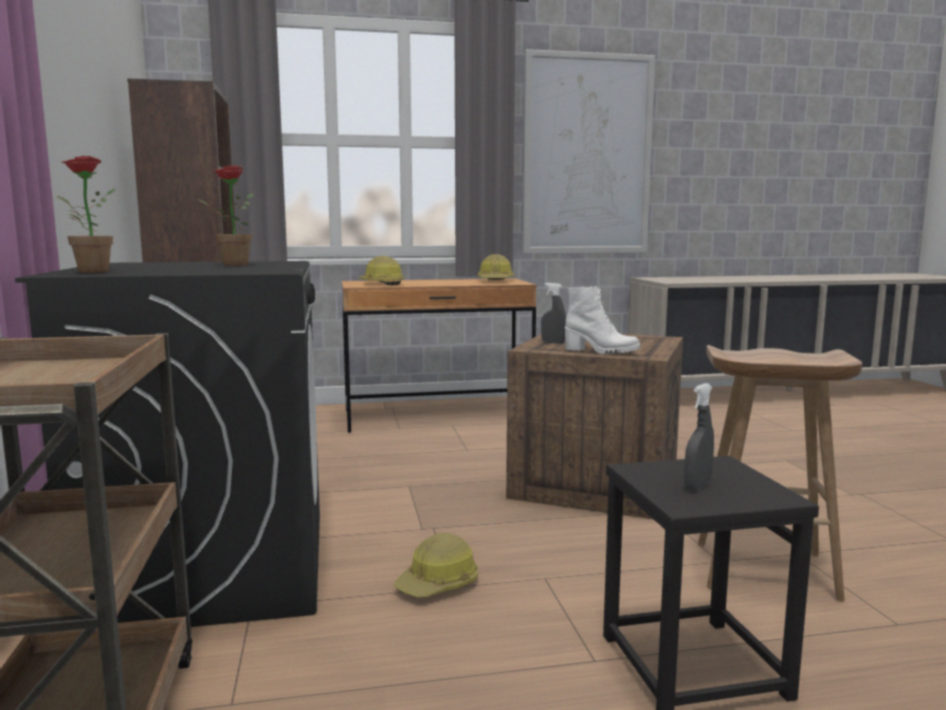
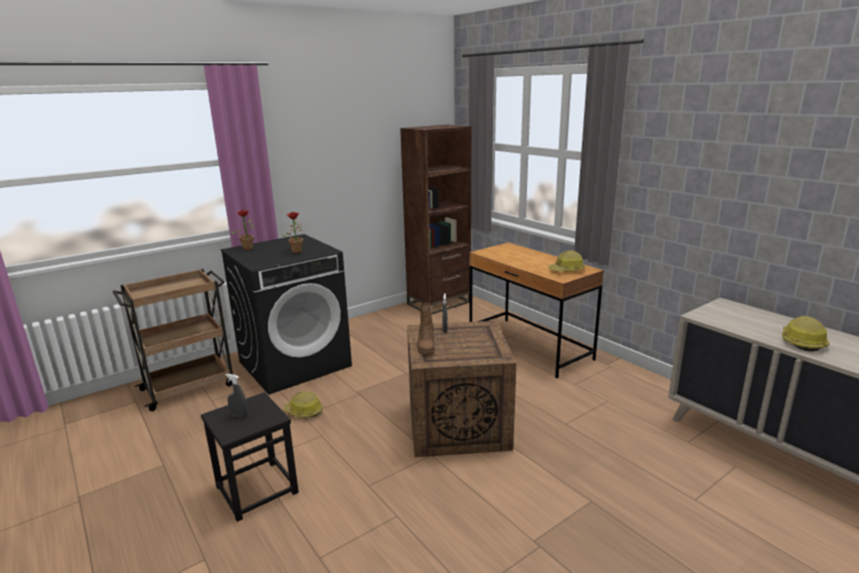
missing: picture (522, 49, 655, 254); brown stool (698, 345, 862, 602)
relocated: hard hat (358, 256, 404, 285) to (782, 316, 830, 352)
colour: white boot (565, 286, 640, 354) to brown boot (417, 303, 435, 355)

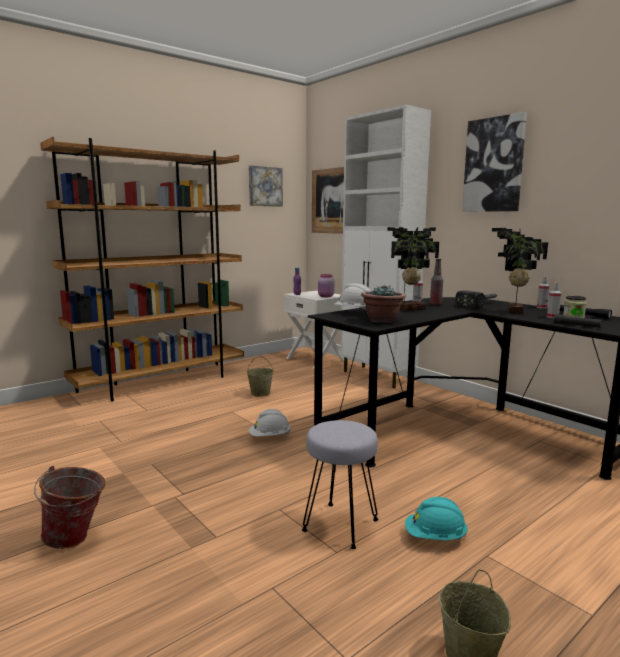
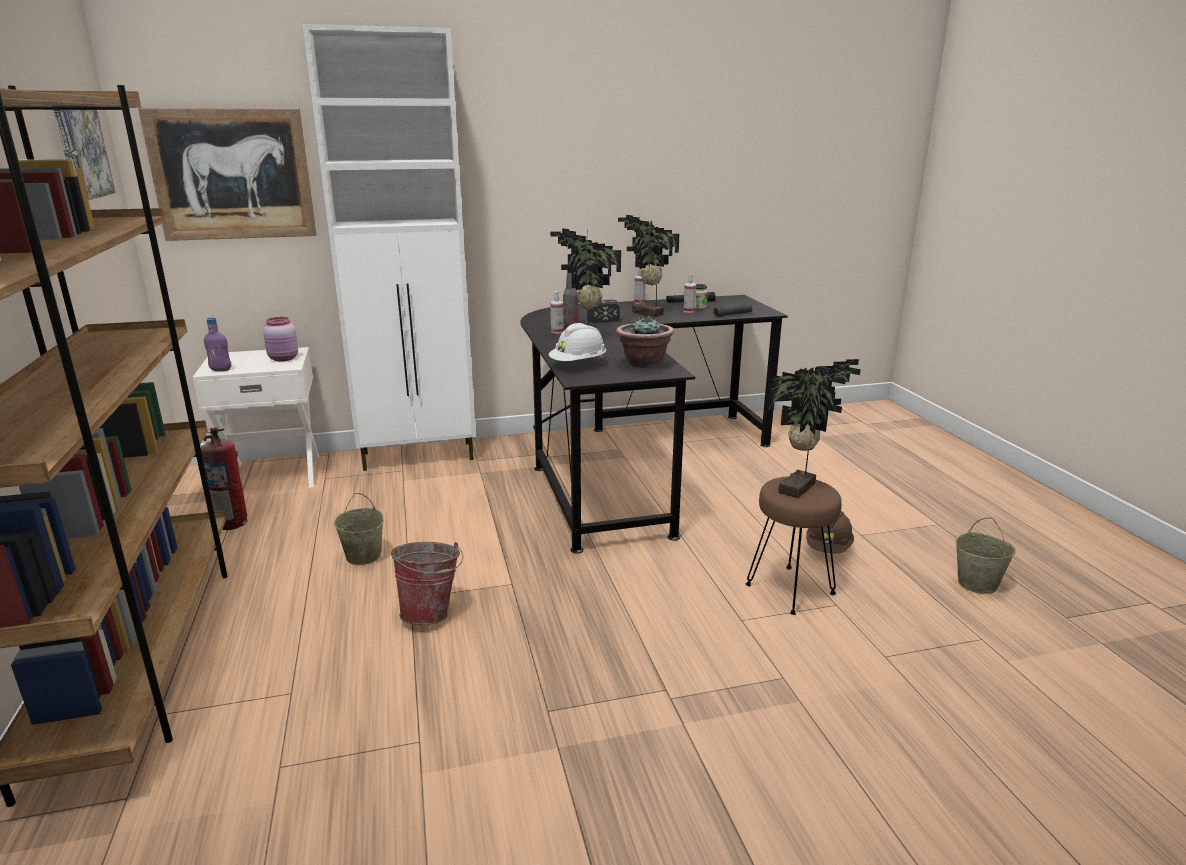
missing: white hard hat (249, 409, 291, 437); picture (462, 112, 527, 212)
appeared: fire extinguisher (201, 427, 247, 530); potted plant (768, 359, 861, 498)
relocated: bucket (34, 466, 106, 549) to (391, 542, 463, 625)
colour: grey stool (302, 420, 378, 549) to brown stool (746, 476, 842, 615); turquoise hard hat (405, 497, 468, 540) to brown hard hat (806, 511, 854, 554)

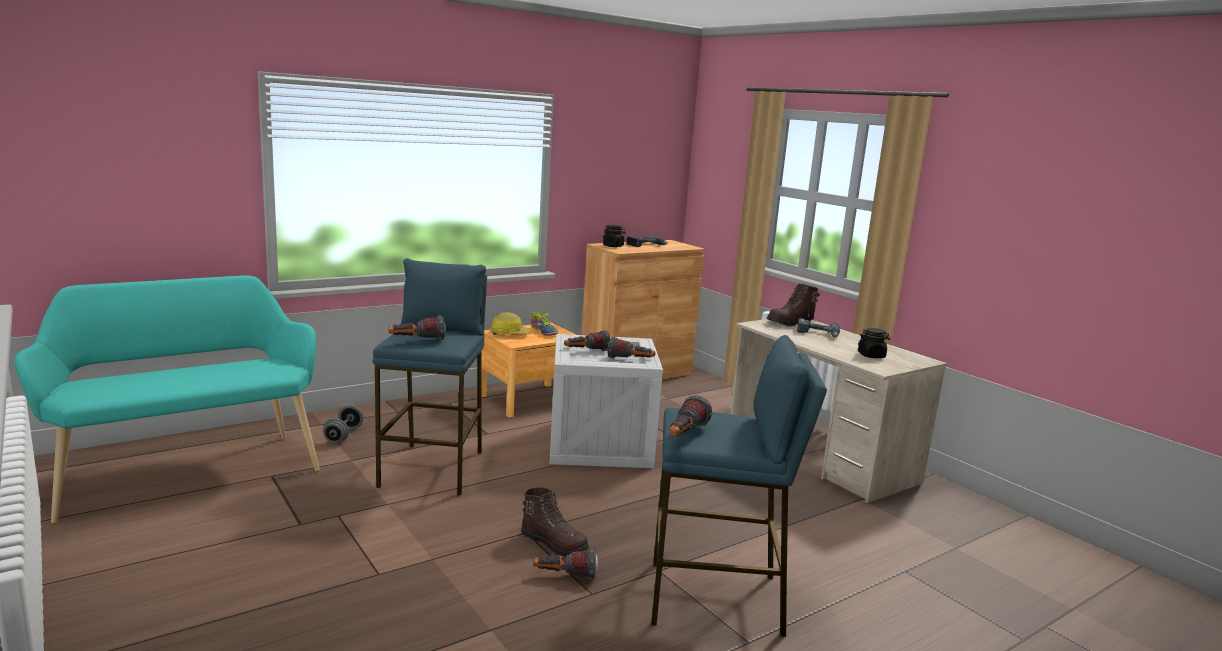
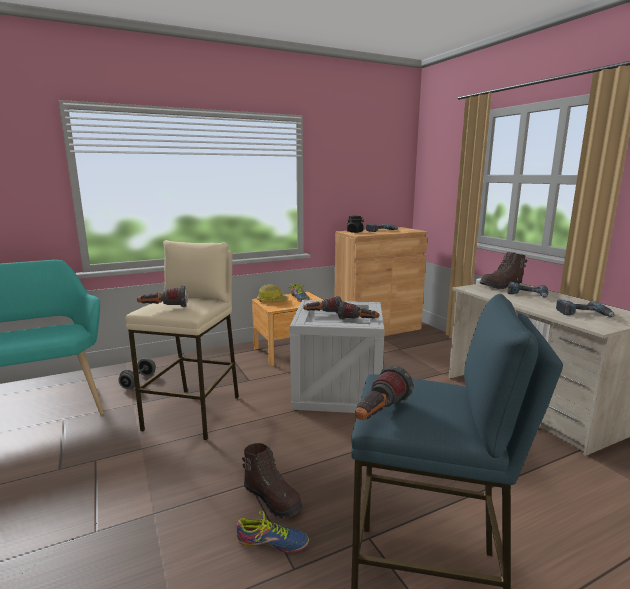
exchanged: flashlight (533, 549, 598, 580) to shoe (236, 510, 309, 553); black jar (858, 328, 890, 358) to power drill (556, 300, 615, 317)
colour: blue stool (373, 258, 487, 496) to beige stool (126, 240, 239, 441)

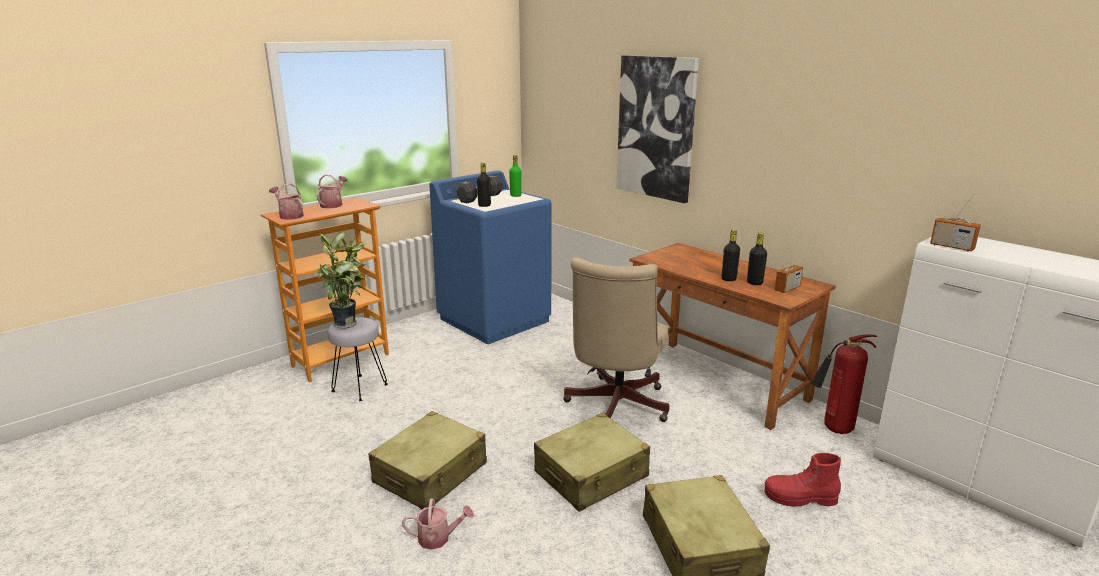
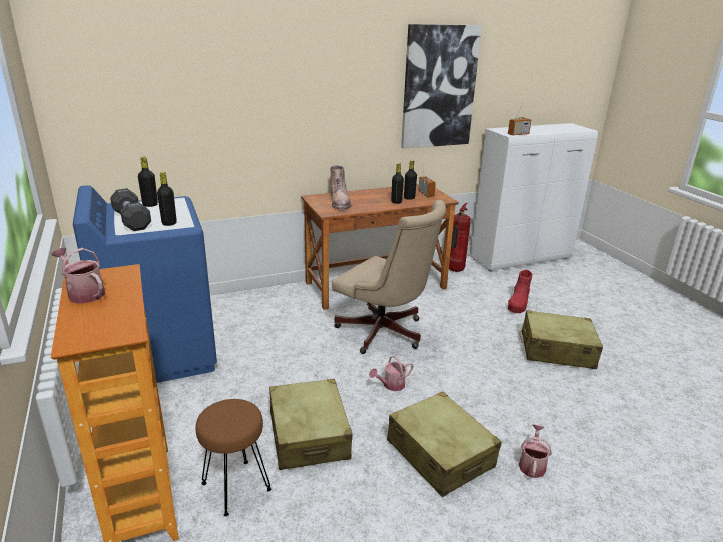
missing: potted plant (317, 232, 366, 329)
appeared: brown boot (331, 165, 351, 209)
relocated: beige suitcase (534, 413, 650, 512) to (269, 379, 352, 470); watering can (269, 183, 304, 220) to (369, 356, 413, 391); picture (616, 55, 699, 203) to (401, 24, 482, 149)
colour: green bottle (509, 155, 522, 197) to black bottle (138, 157, 158, 207); grey stool (328, 317, 388, 401) to brown stool (196, 399, 271, 516)

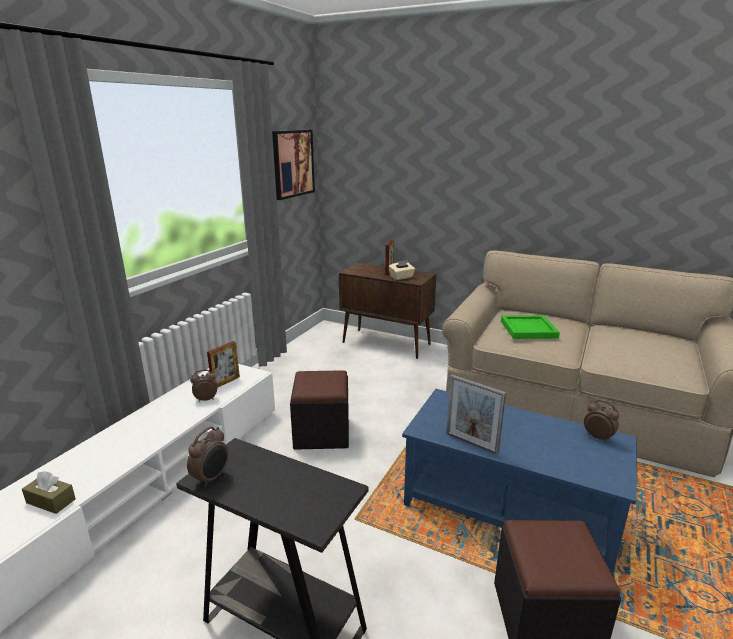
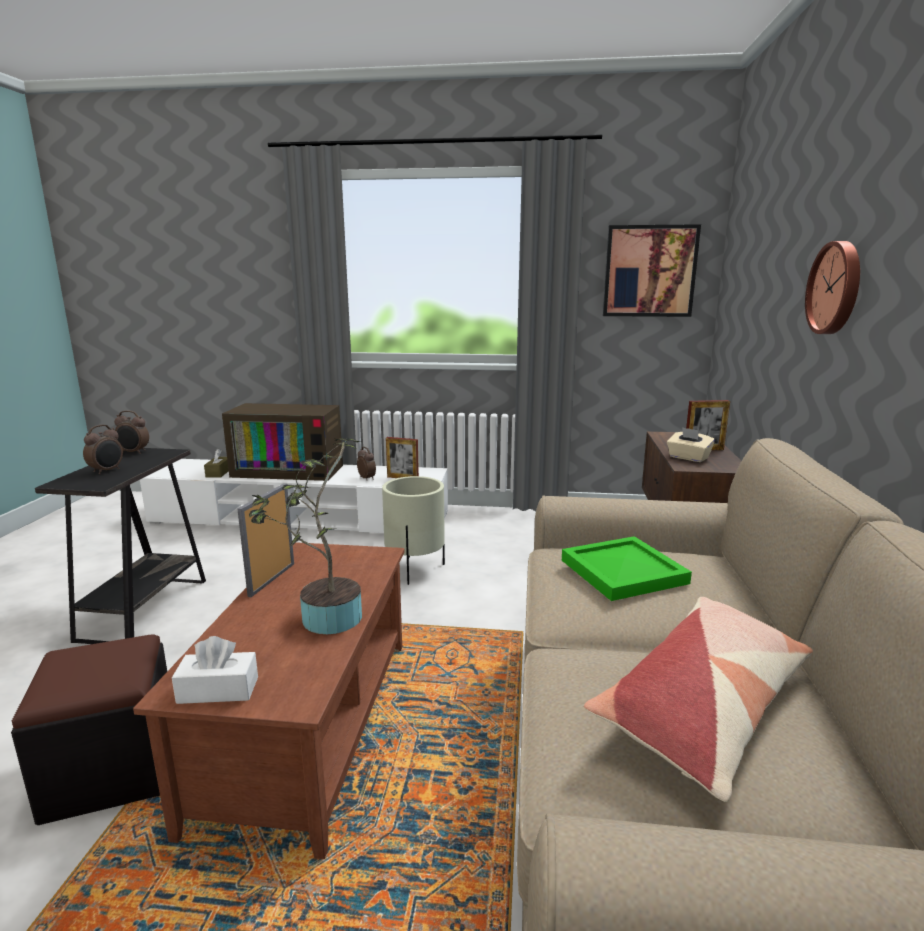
appeared: white tissue box (172, 636, 258, 704); television (222, 403, 343, 481); potted plant (249, 438, 362, 634); pillow (584, 597, 813, 802); wall clock (805, 241, 860, 334)
relocated: alarm clock (584, 400, 619, 443) to (83, 425, 123, 475)
exchanged: black ottoman (290, 370, 349, 450) to beige planter (382, 476, 445, 585)
colour: blue coffee table (402, 389, 637, 575) to brown coffee table (133, 542, 405, 859)

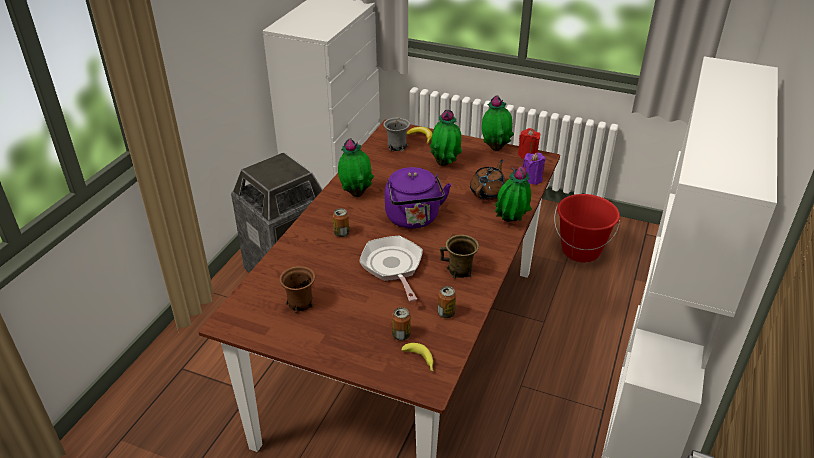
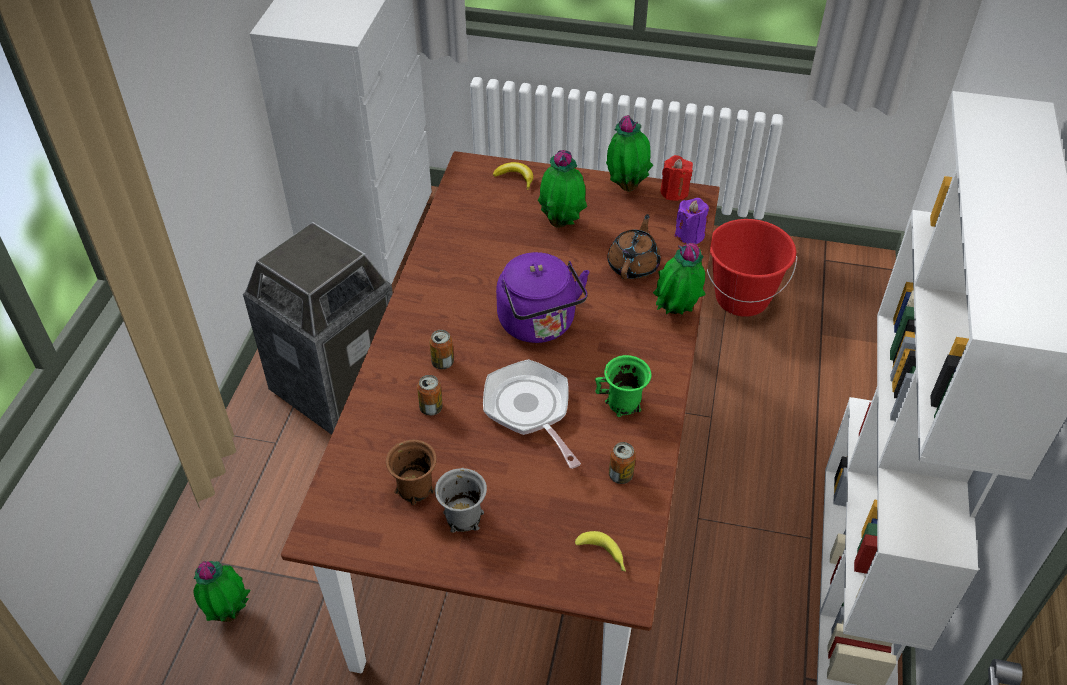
relocated: potted plant (338, 138, 374, 197) to (193, 560, 250, 622); can (392, 307, 411, 341) to (417, 375, 443, 416); grey mug (383, 118, 410, 151) to (435, 468, 487, 533)
colour: brown mug (440, 235, 479, 278) to green mug (595, 355, 651, 417)

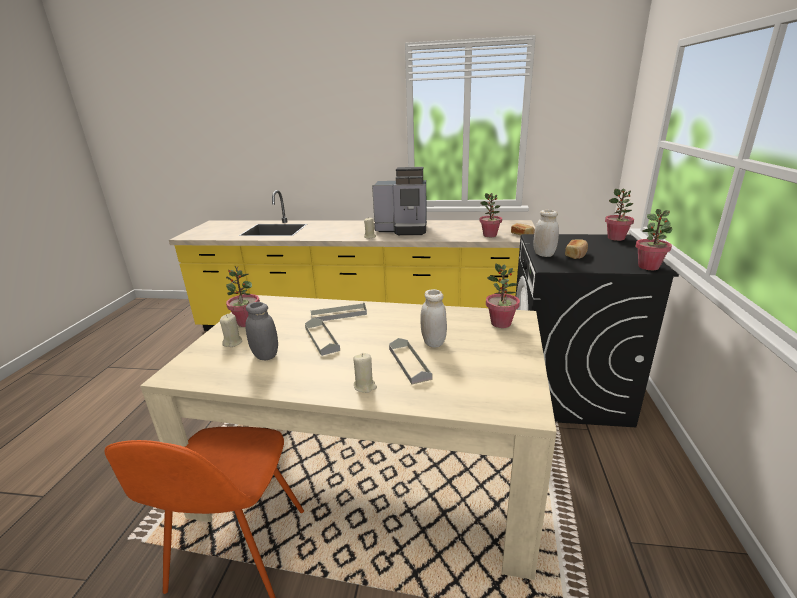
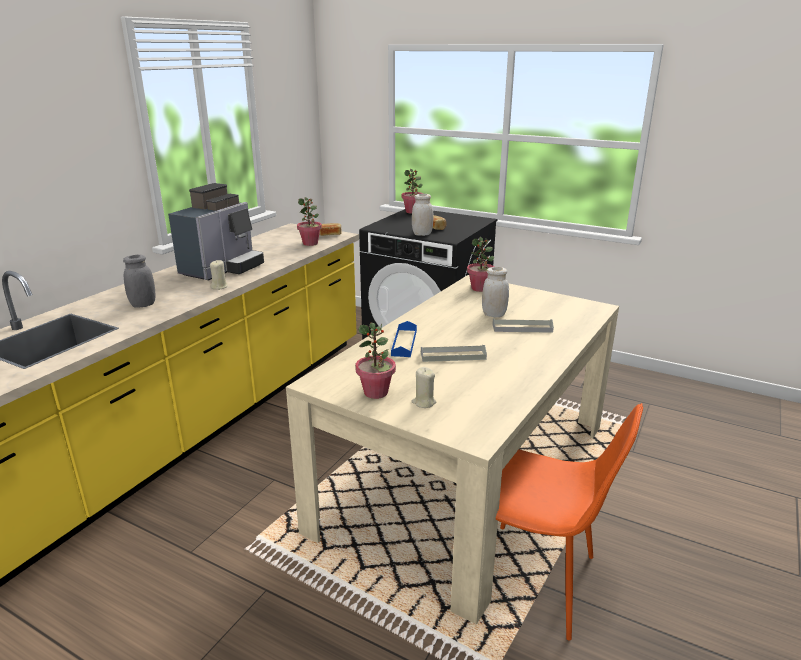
missing: beige candle (353, 353, 377, 393); potted plant (635, 209, 672, 270)
relocated: grey jar (245, 302, 278, 360) to (123, 254, 156, 308)
colour: grey tray (311, 303, 367, 321) to blue tray (391, 321, 417, 357)

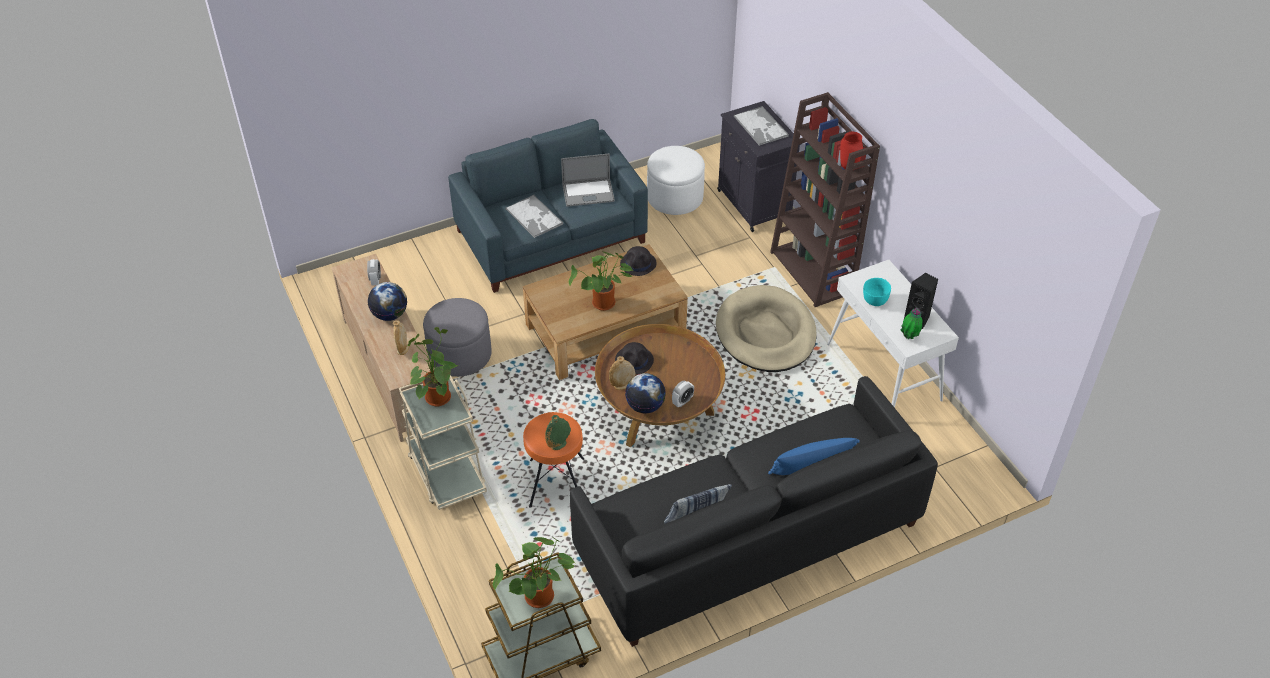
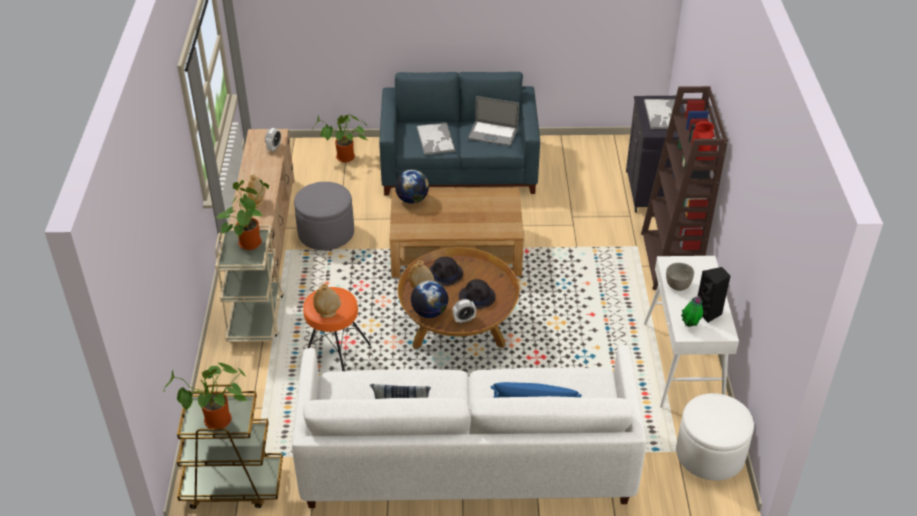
missing: beige dog bed (716, 285, 817, 372)
relocated: potted plant (569, 252, 634, 311) to (313, 114, 367, 163); globe (368, 282, 407, 321) to (395, 170, 429, 204); black hat (620, 246, 657, 276) to (459, 279, 496, 309); white ottoman (647, 146, 705, 215) to (676, 393, 754, 481)
colour: black sofa (570, 376, 938, 647) to white sofa (292, 345, 646, 508); green vase (545, 415, 571, 450) to beige vase (313, 284, 341, 318); turquoise bowl (863, 278, 891, 306) to grey bowl (666, 263, 694, 291)

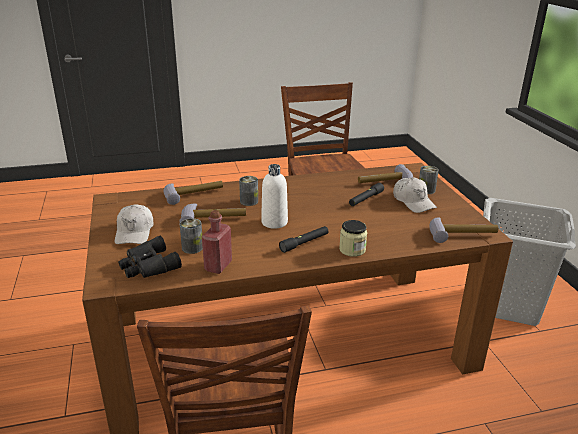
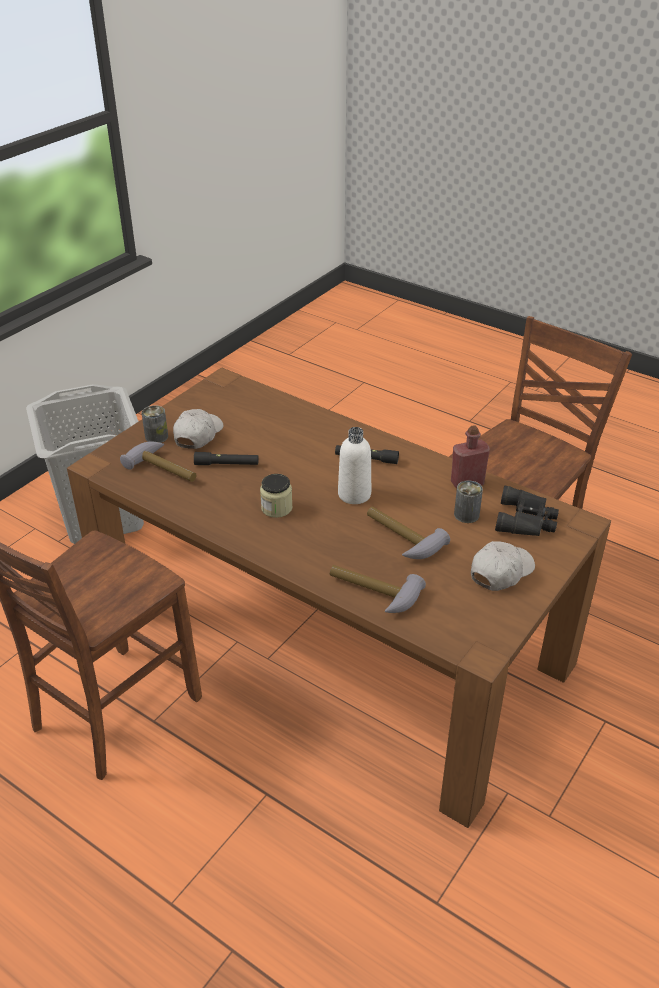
missing: can (239, 176, 258, 206); hammer (429, 217, 498, 243)
relocated: jar (339, 220, 367, 257) to (260, 474, 293, 518)

